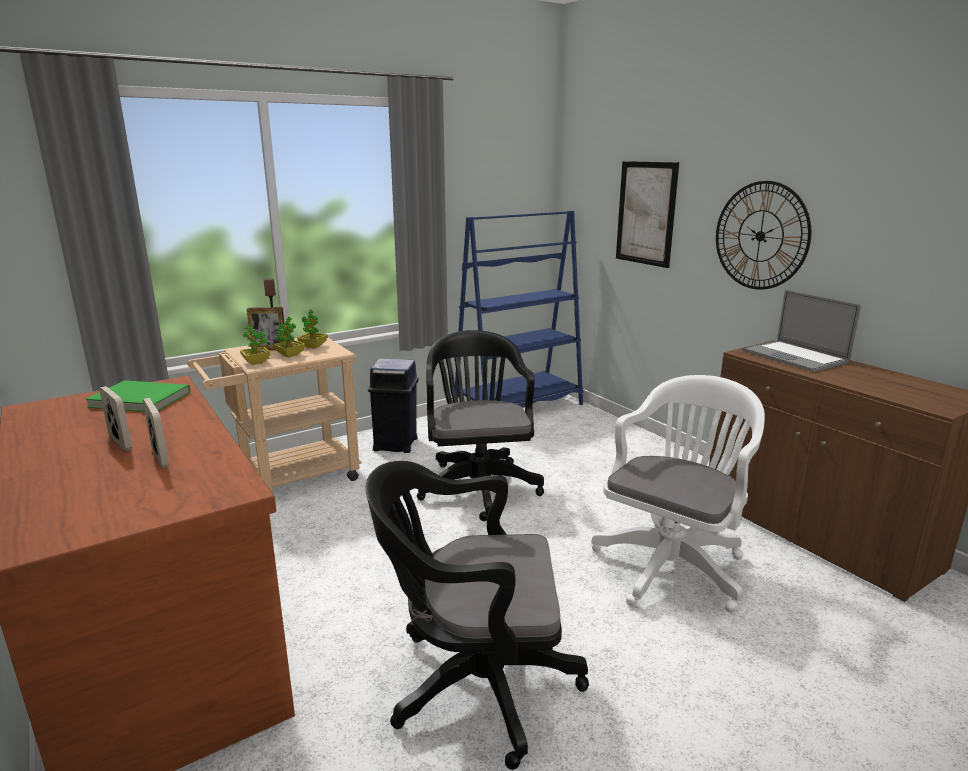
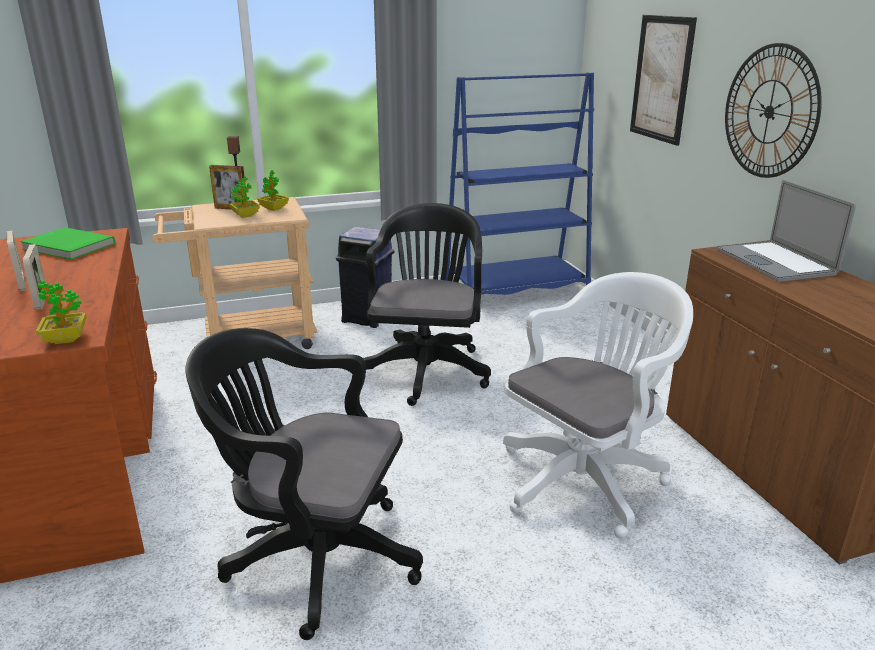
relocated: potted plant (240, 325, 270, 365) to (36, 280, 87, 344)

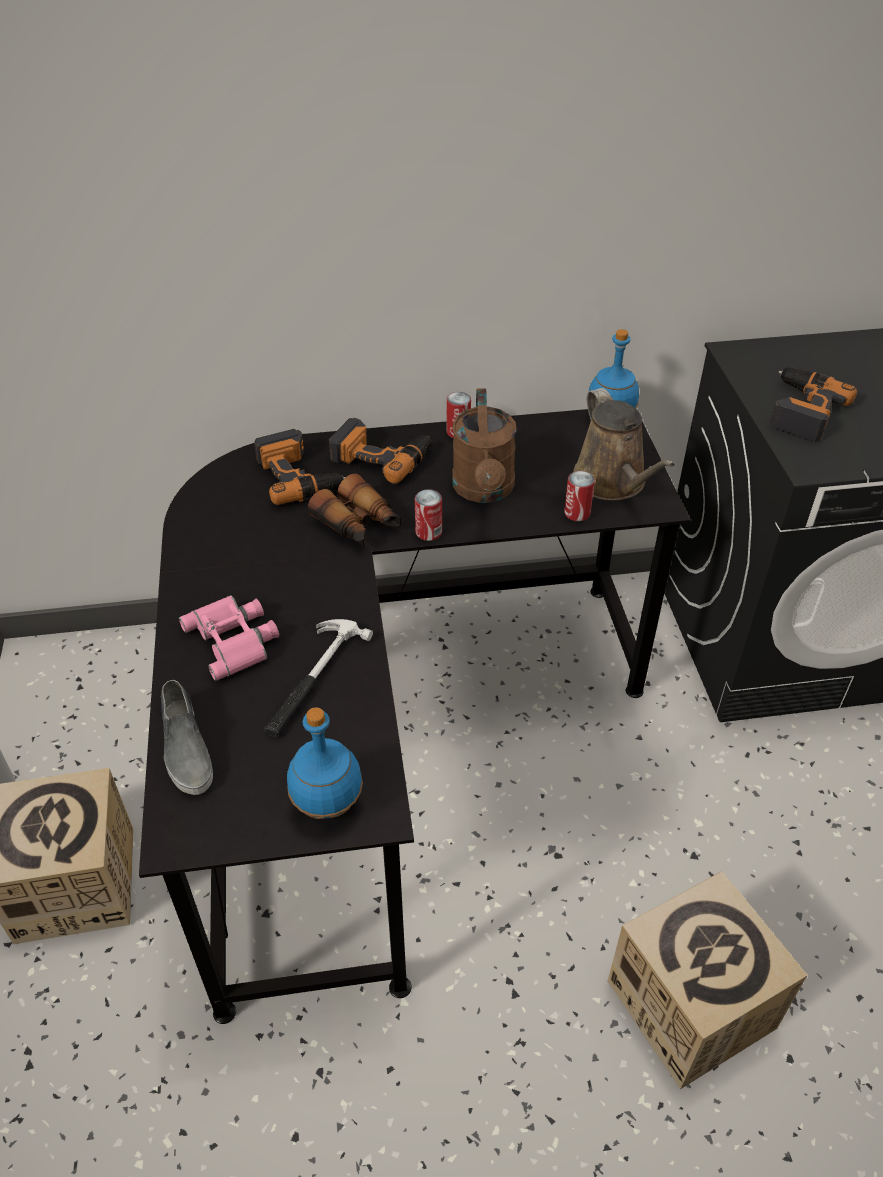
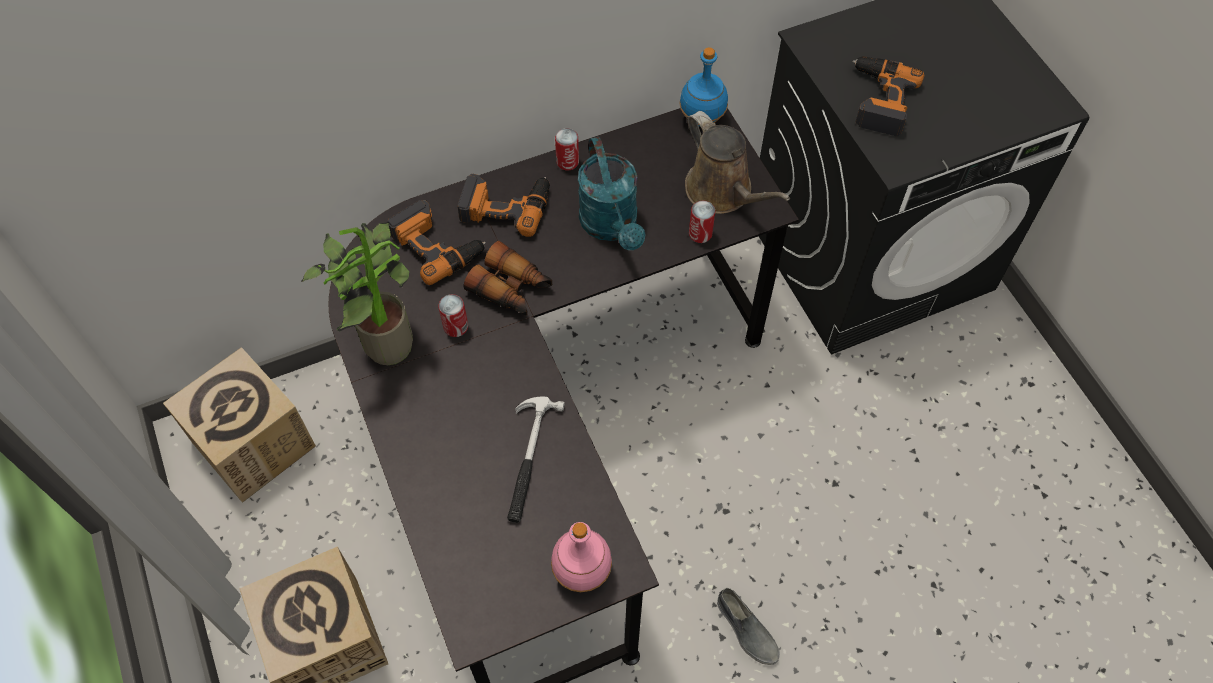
missing: pink binoculars (179, 595, 279, 681)
appeared: potted plant (301, 222, 413, 365)
relocated: cardboard box (608, 871, 808, 1089) to (163, 347, 316, 503); can (415, 489, 442, 541) to (438, 294, 468, 337); grey shoe (161, 680, 213, 795) to (717, 588, 780, 665)
colour: blue bottle (287, 707, 363, 819) to pink bottle (551, 522, 612, 592); brown watering can (452, 388, 517, 503) to turquoise watering can (578, 137, 645, 250)

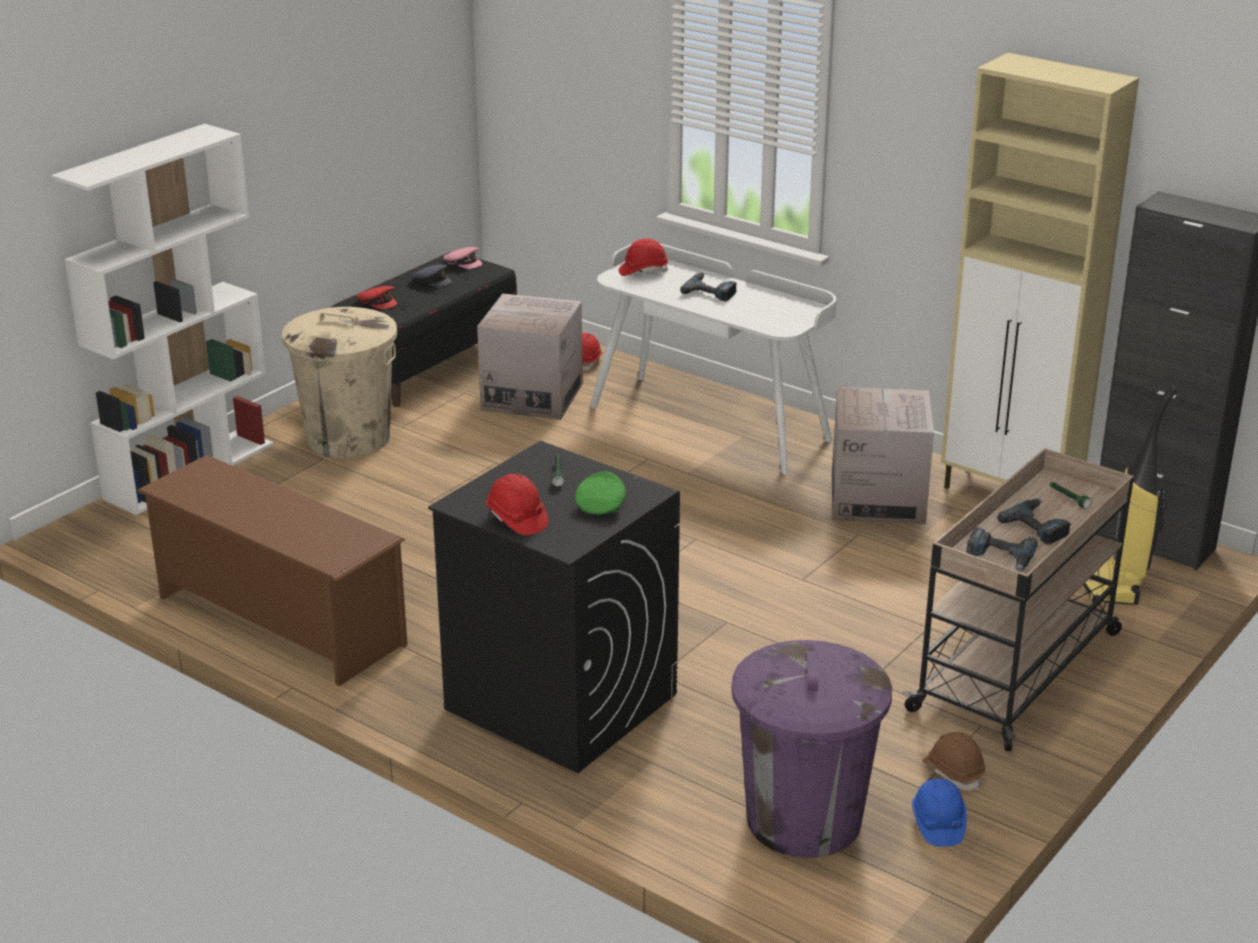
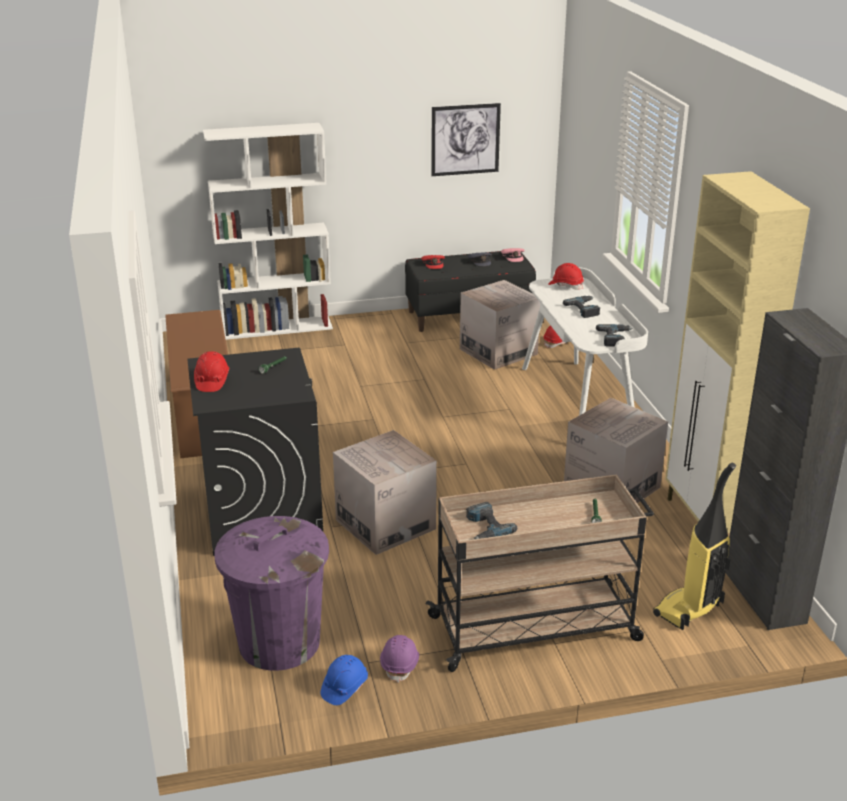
missing: beige trash can (282, 307, 397, 458); green cap (575, 472, 626, 514)
appeared: cardboard box (333, 430, 437, 555); picture (431, 103, 501, 176)
relocated: power drill (997, 499, 1071, 545) to (596, 324, 633, 347)
colour: brown hard hat (922, 732, 986, 790) to purple hard hat (380, 635, 419, 683)

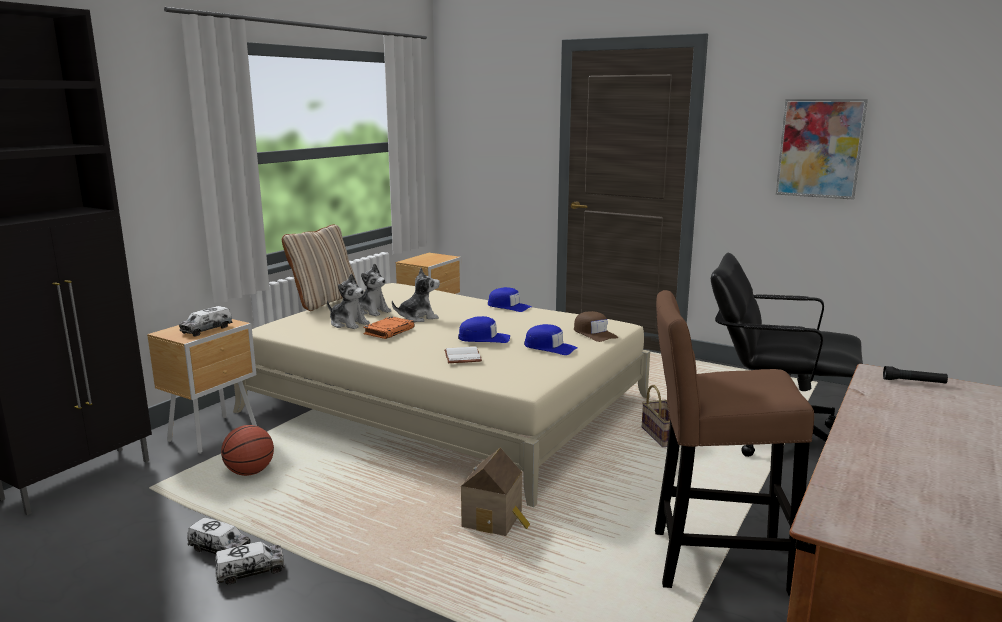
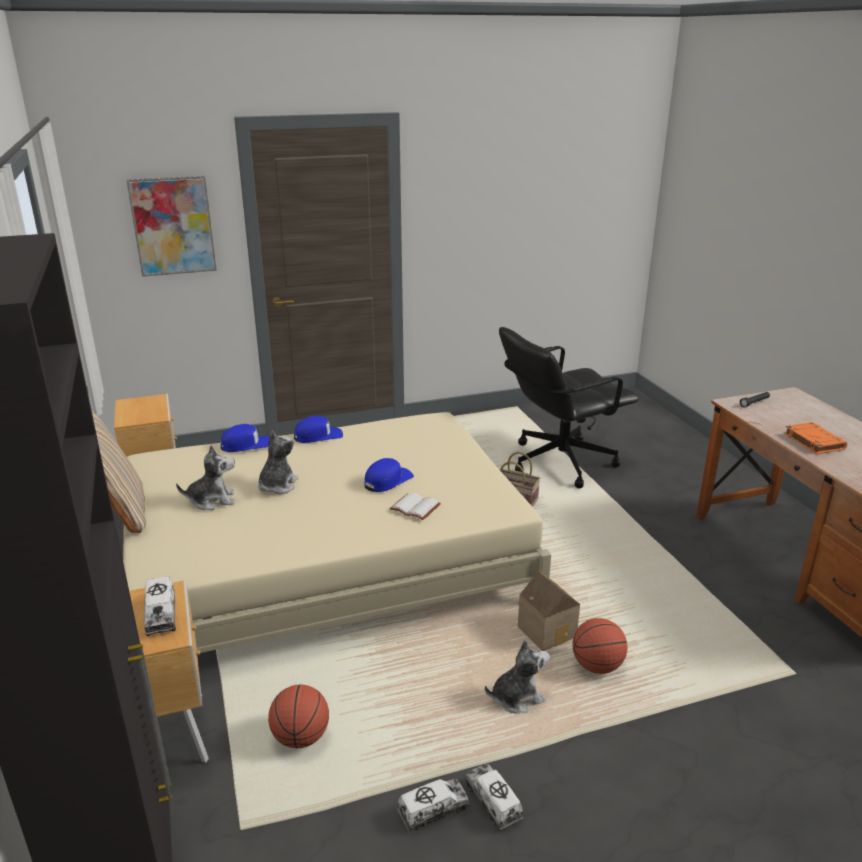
missing: brown cap (574, 311, 619, 342); brown stool (655, 290, 814, 596)
appeared: basketball (572, 618, 627, 674)
relocated: picture (776, 99, 868, 200) to (126, 176, 217, 277); blue cap (524, 324, 577, 355) to (221, 424, 269, 452); plush toy (327, 274, 370, 329) to (485, 640, 550, 713); orange book (363, 316, 415, 339) to (784, 422, 847, 454)
spun: toy truck (215, 542, 285, 585) = (465, 764, 523, 830) 45 degrees counterclockwise

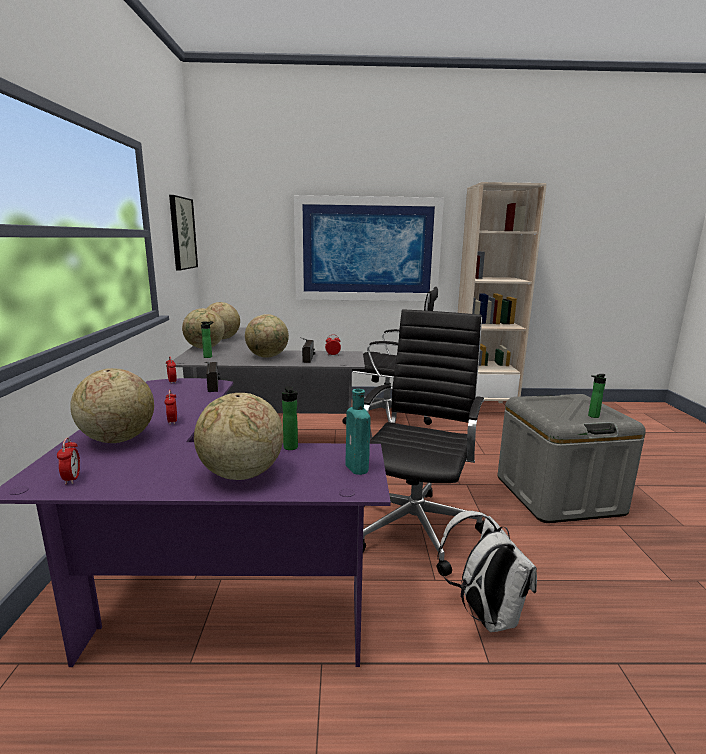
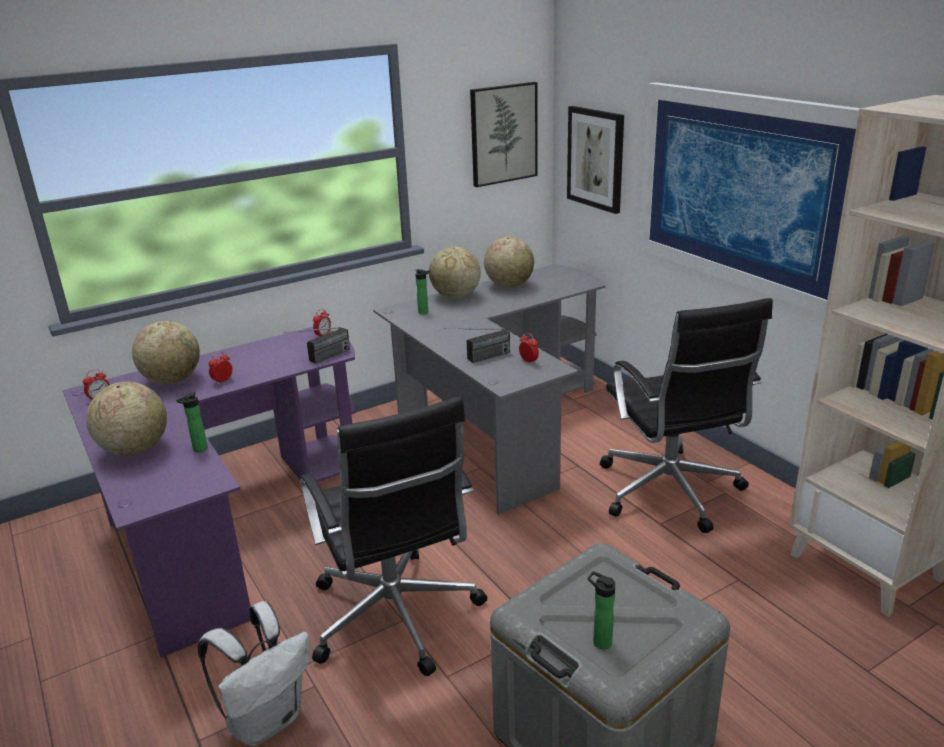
missing: globe (245, 314, 289, 358); turquoise bottle (345, 389, 371, 475)
appeared: picture (567, 106, 624, 214)
spun: black office chair (363, 309, 484, 576) = (300, 396, 487, 676) 75 degrees clockwise

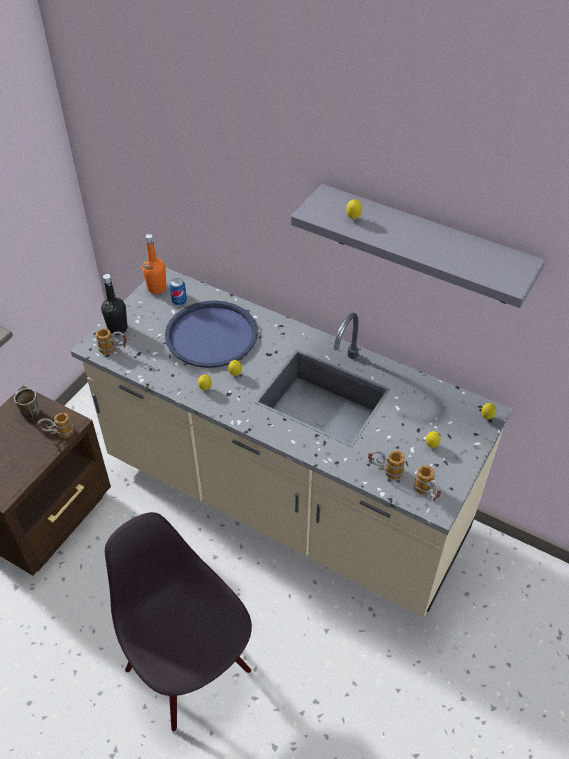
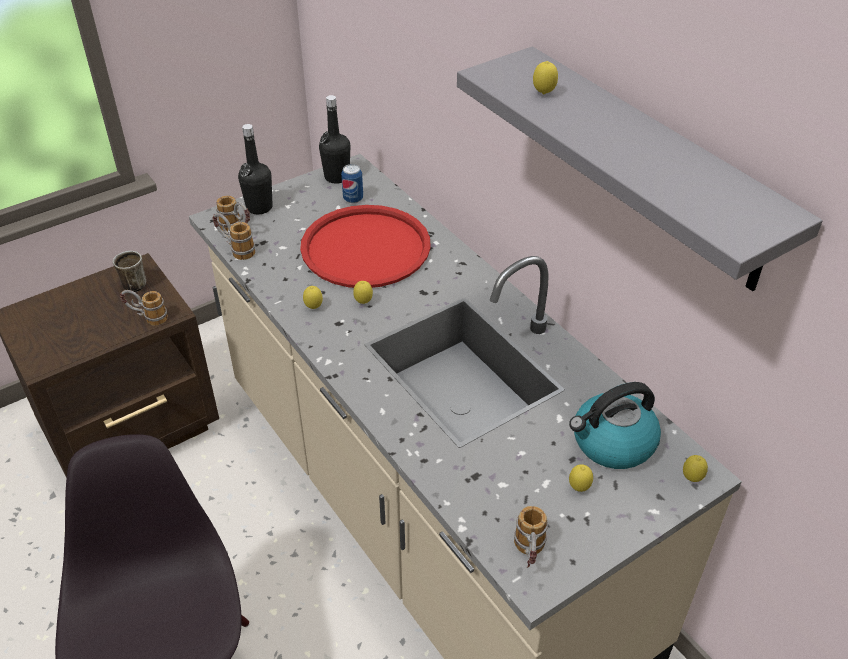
appeared: kettle (569, 382, 661, 469)
relocated: mug (368, 450, 405, 480) to (212, 213, 255, 260)
colour: blue tray (165, 300, 258, 368) to red tray (300, 205, 431, 288); orange bottle (142, 234, 166, 294) to black bottle (319, 95, 350, 184)

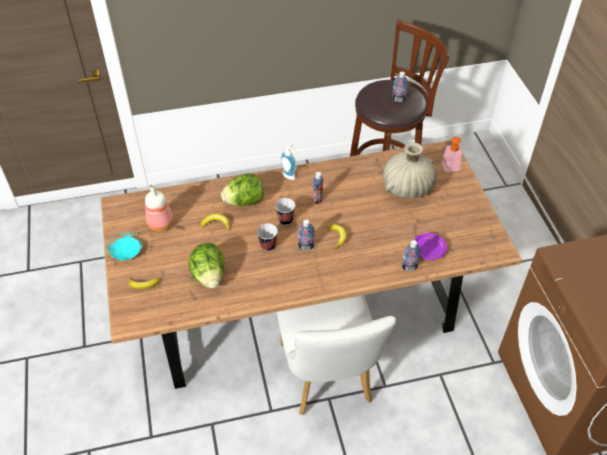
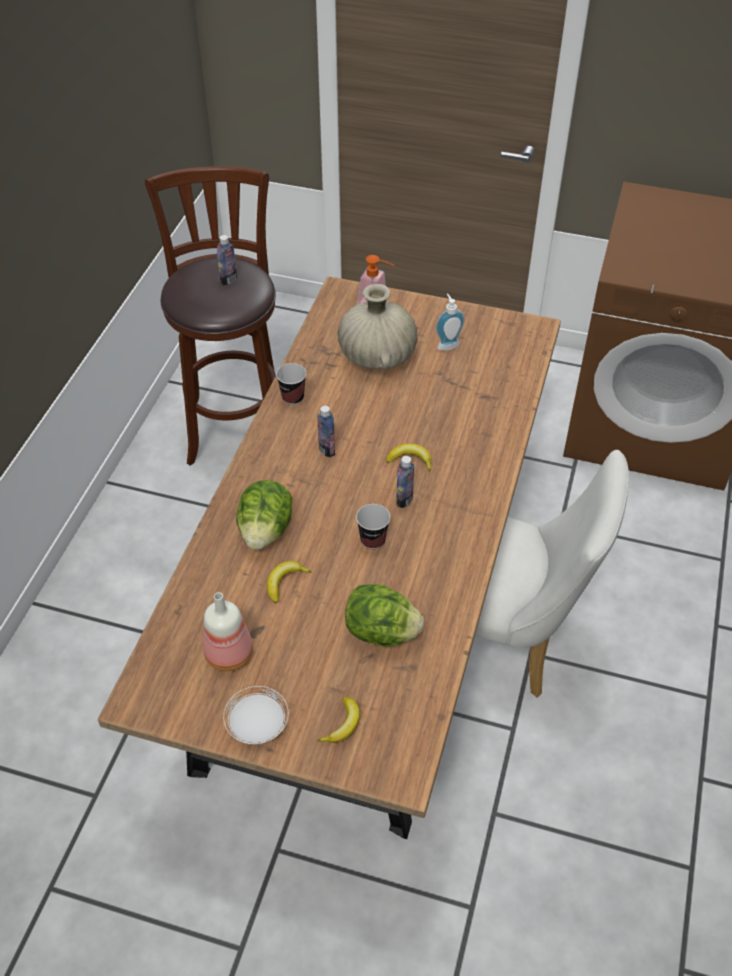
missing: bottle (402, 240, 421, 271); purple plate (414, 233, 447, 260)
relocated: cup (275, 198, 295, 225) to (276, 363, 306, 405); soap dispenser (281, 143, 297, 180) to (436, 293, 465, 351)
colour: turquoise plate (107, 232, 142, 260) to white plate (223, 686, 289, 744)

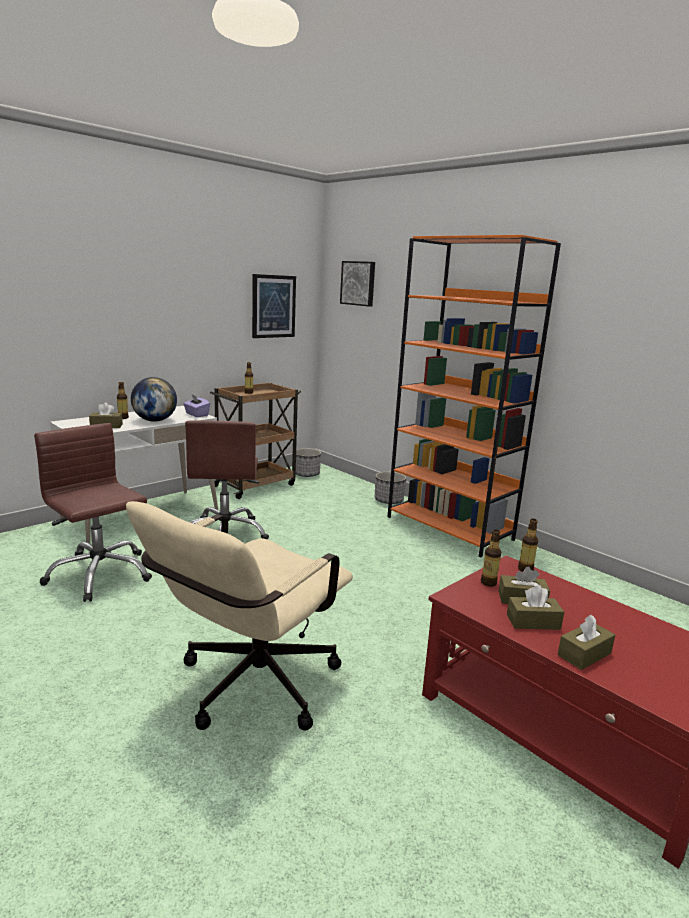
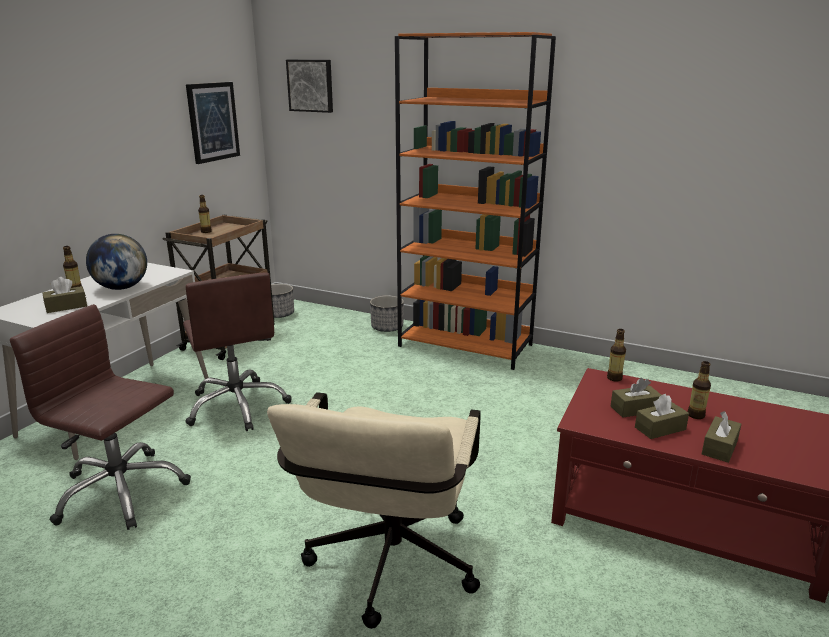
missing: purple tissue box (183, 395, 210, 417)
relocated: bottle (481, 529, 501, 587) to (687, 361, 711, 419)

